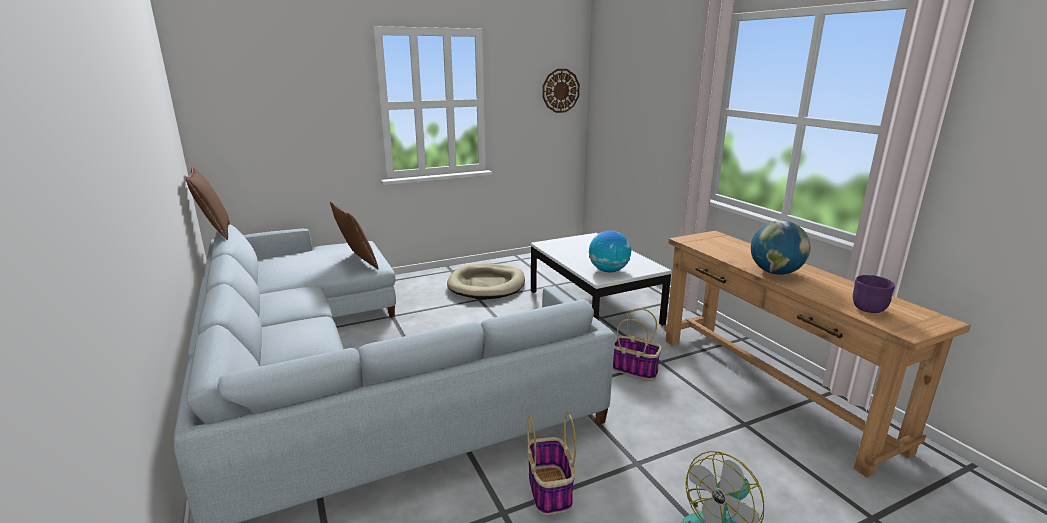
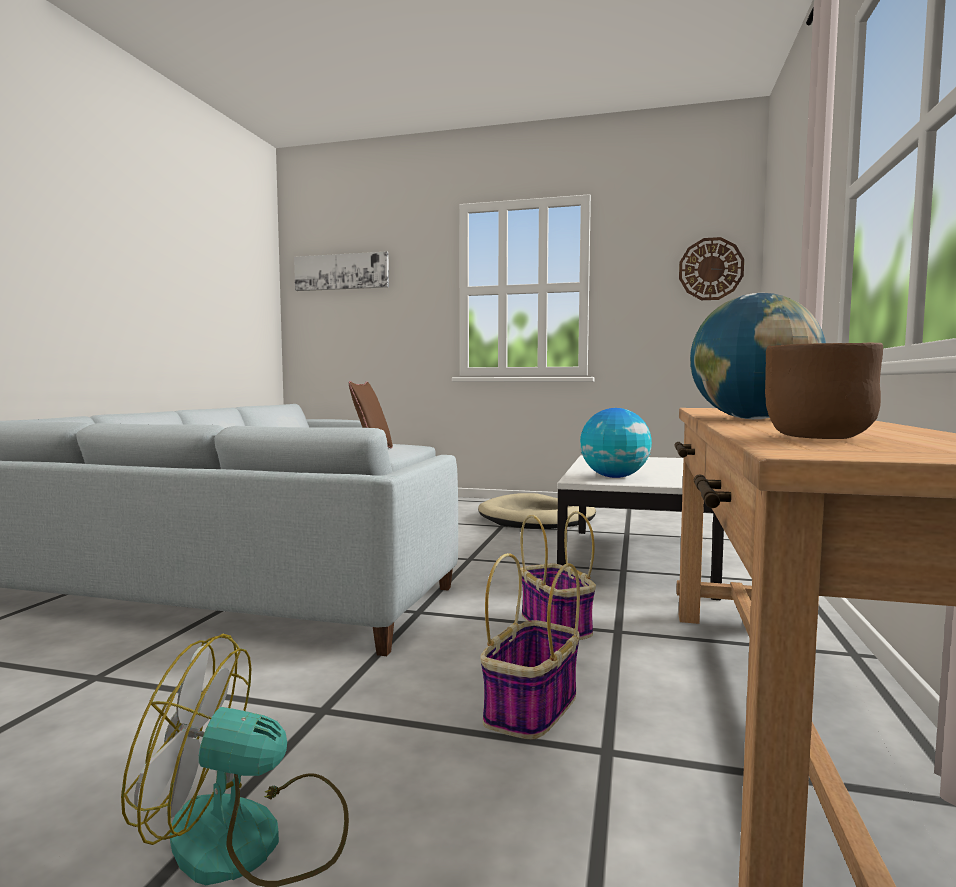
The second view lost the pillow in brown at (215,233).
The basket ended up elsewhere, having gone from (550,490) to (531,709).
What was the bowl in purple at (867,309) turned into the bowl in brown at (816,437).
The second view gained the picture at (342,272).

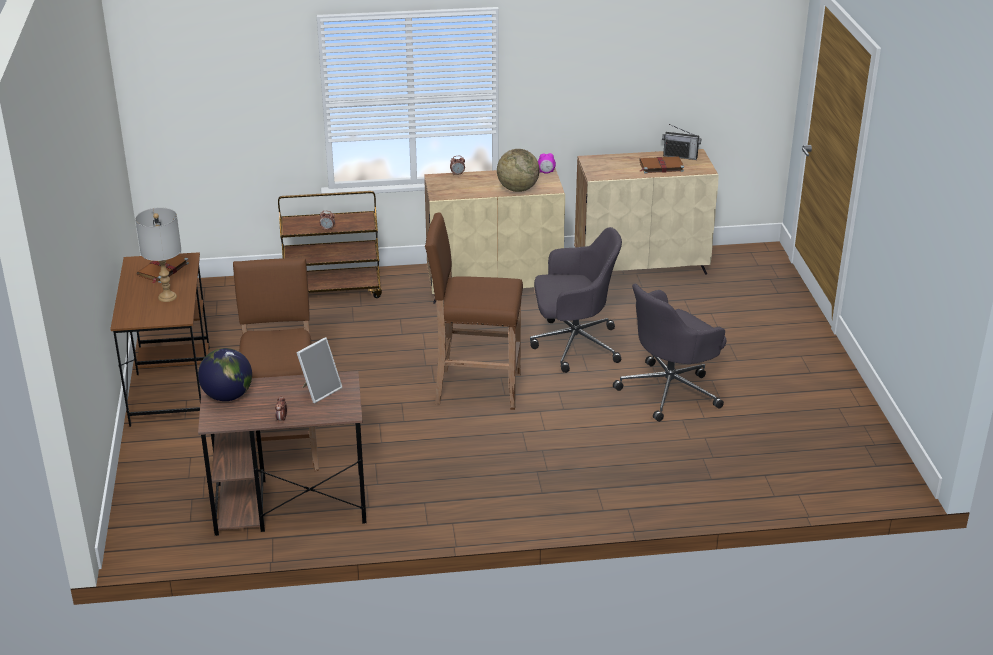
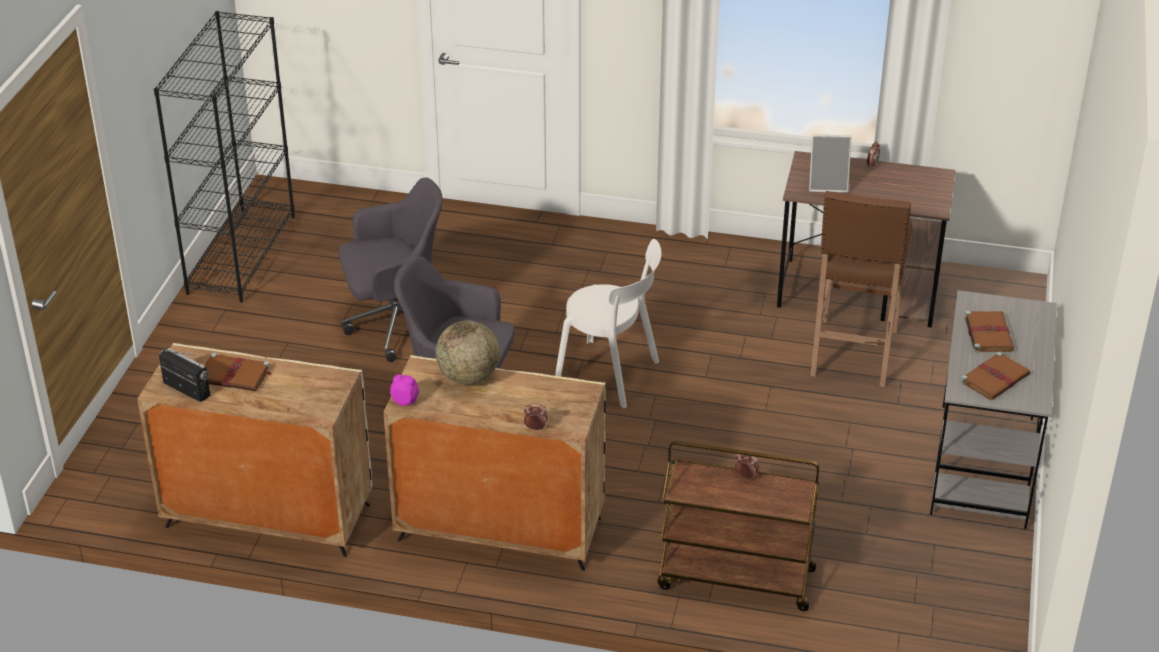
What was the desk in brown at (171,384) turned into the desk in grey at (983,465).
Where the table lamp in grey stood at (167,297), the book in brown came to stand at (988,333).
The second view lost the globe at (228,396).
The picture frame at (320,390) ended up facing another way, 150 degrees counterclockwise from before.
Where the stool in brown stood at (475,388), the chair in white came to stand at (611,375).
The second view gained the bookcase in black at (241,253).

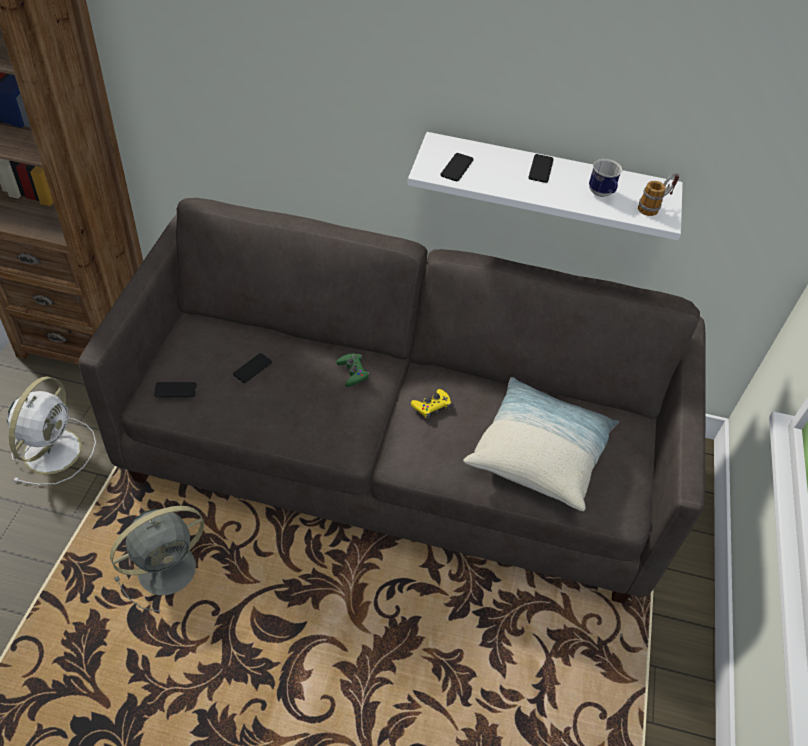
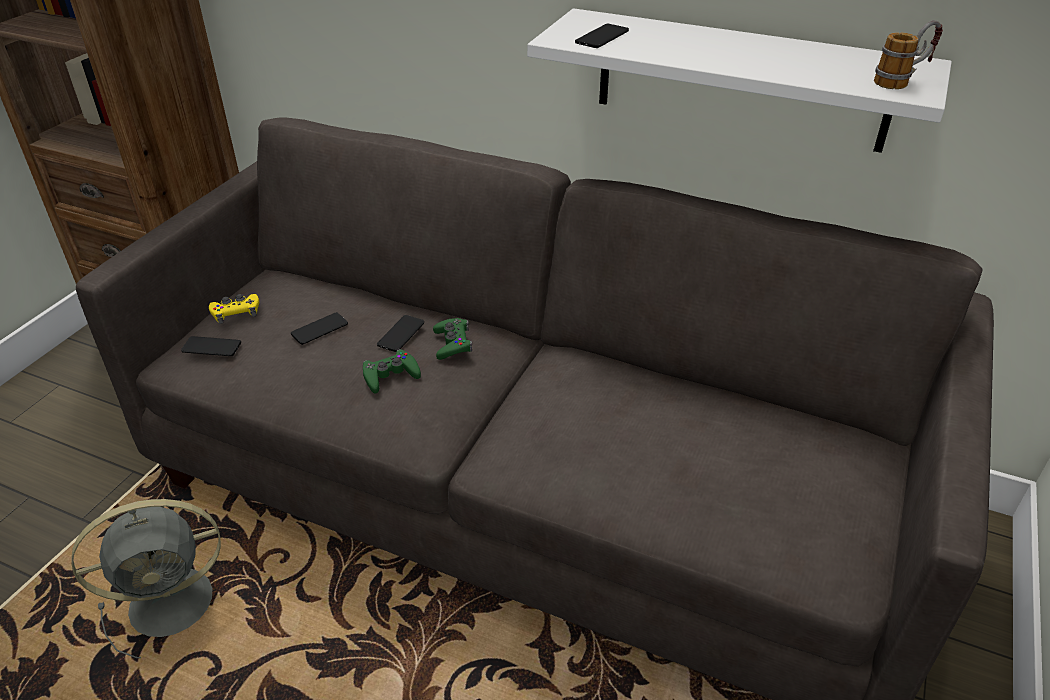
The second view lost the fan in white at (54,449).
The game controller in yellow ended up elsewhere, having gone from (431,406) to (236,312).
The second view lost the pillow at (539,454).
The phone ended up elsewhere, having gone from (540,169) to (401,334).
The second view lost the mug at (602,194).
The second view gained the game controller in green at (390,375).

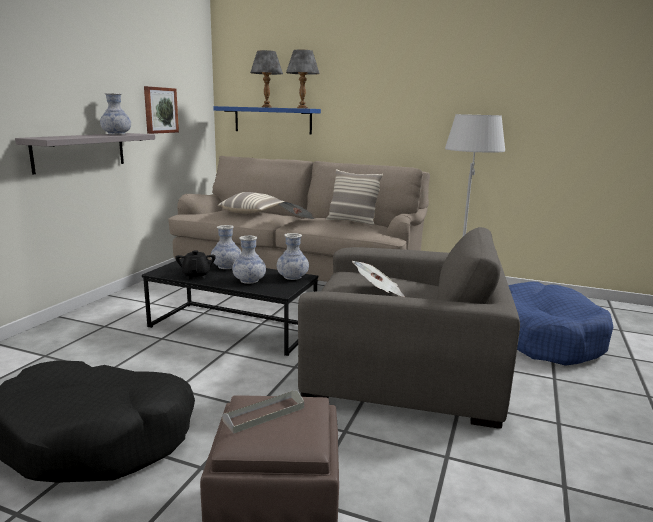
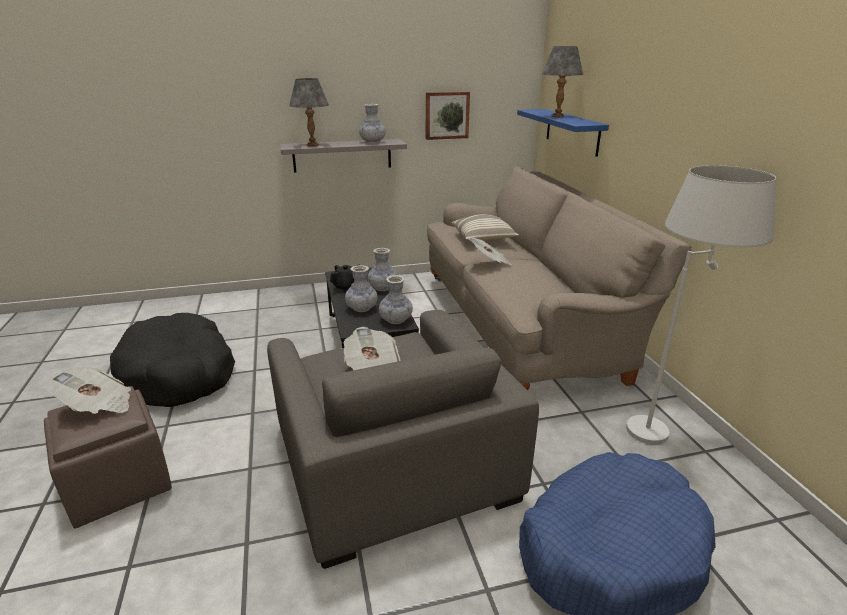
Where the tray in grey stood at (264,414), the newspaper came to stand at (99,406).
The table lamp in grey ended up elsewhere, having gone from (302,108) to (312,145).
The second view lost the pillow at (352,222).

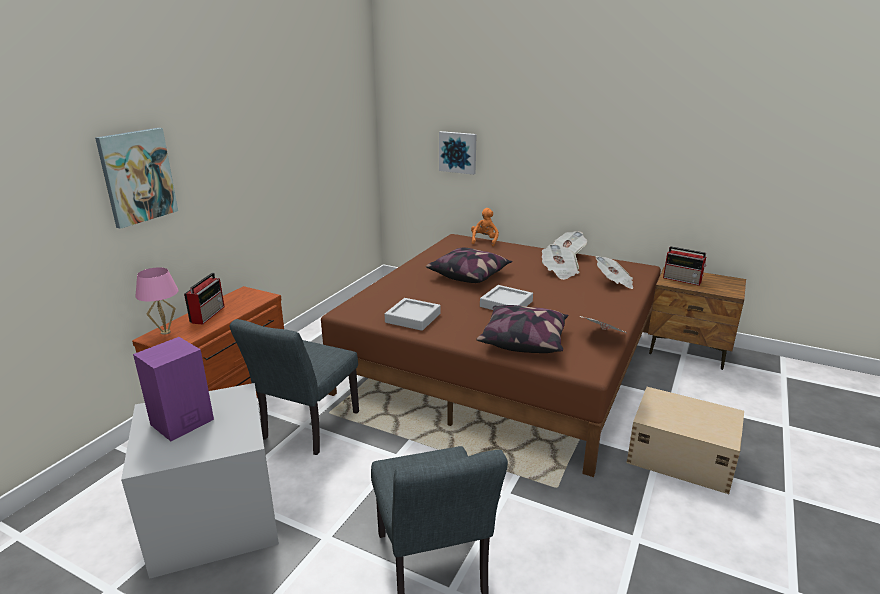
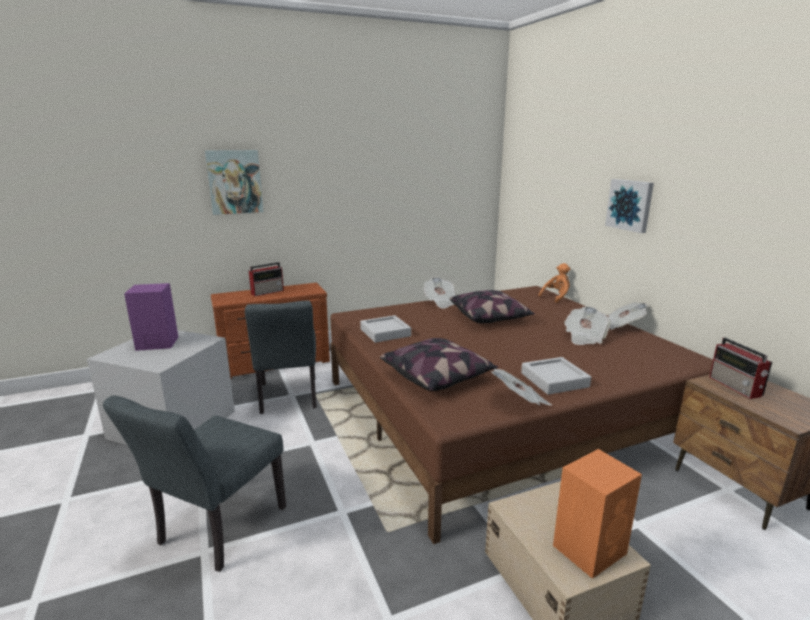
The second view lost the table lamp in pink at (165,332).
The chair in grey at (306,429) ended up facing another way, 75 degrees counterclockwise from before.
The picture ended up elsewhere, having gone from (458,152) to (630,205).
The tray in grey ended up elsewhere, having gone from (506,304) to (554,380).
The newspaper ended up elsewhere, having gone from (614,282) to (440,302).
The second view gained the speaker in orange at (590,549).

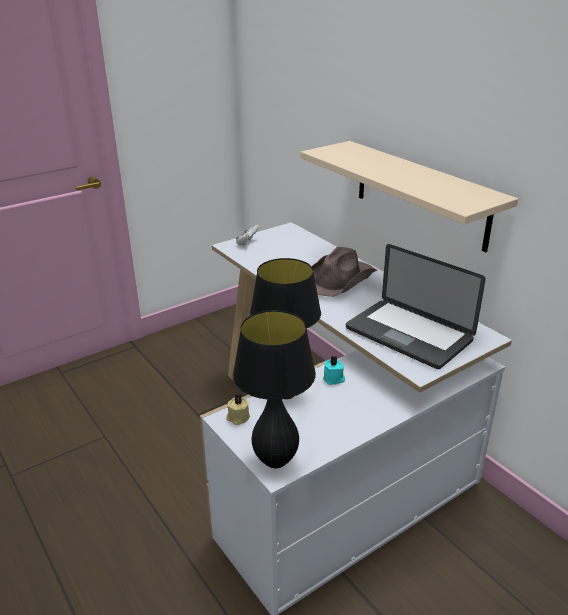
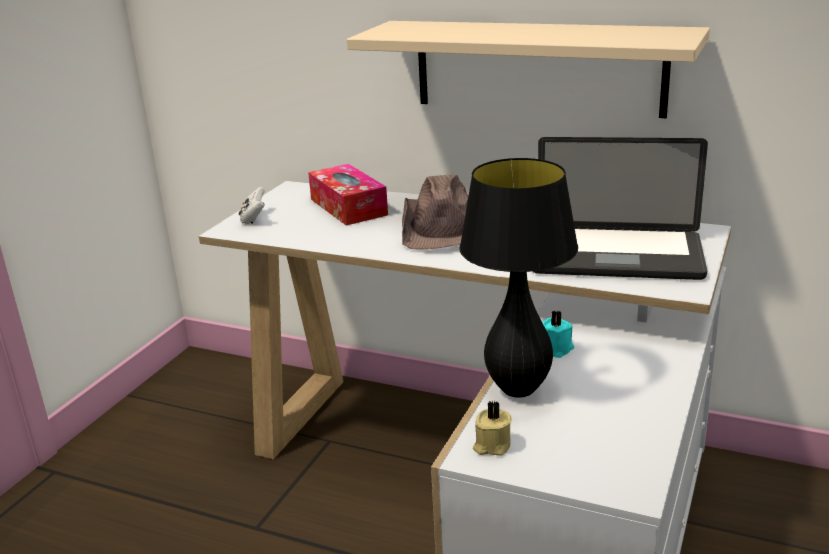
The second view lost the table lamp in black at (275,460).
The second view gained the tissue box at (348,207).

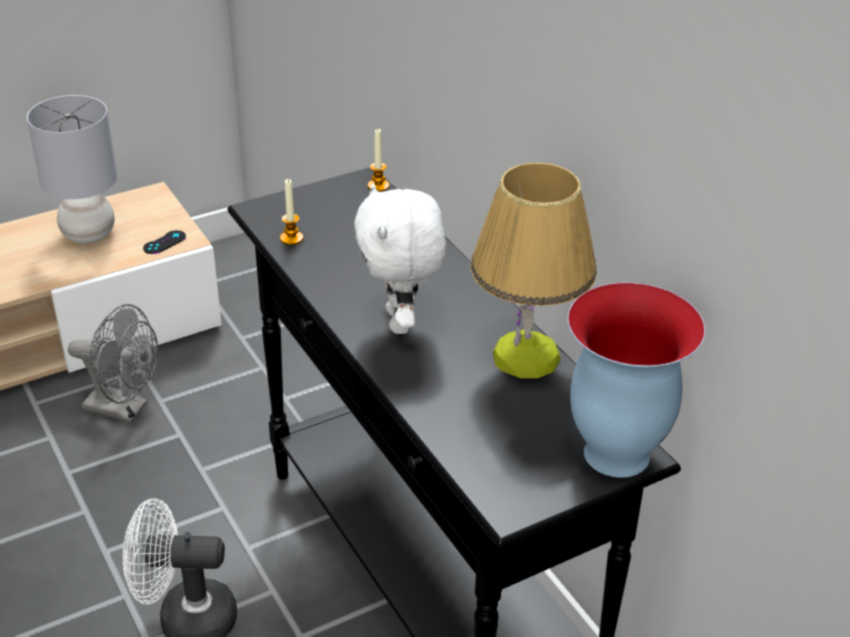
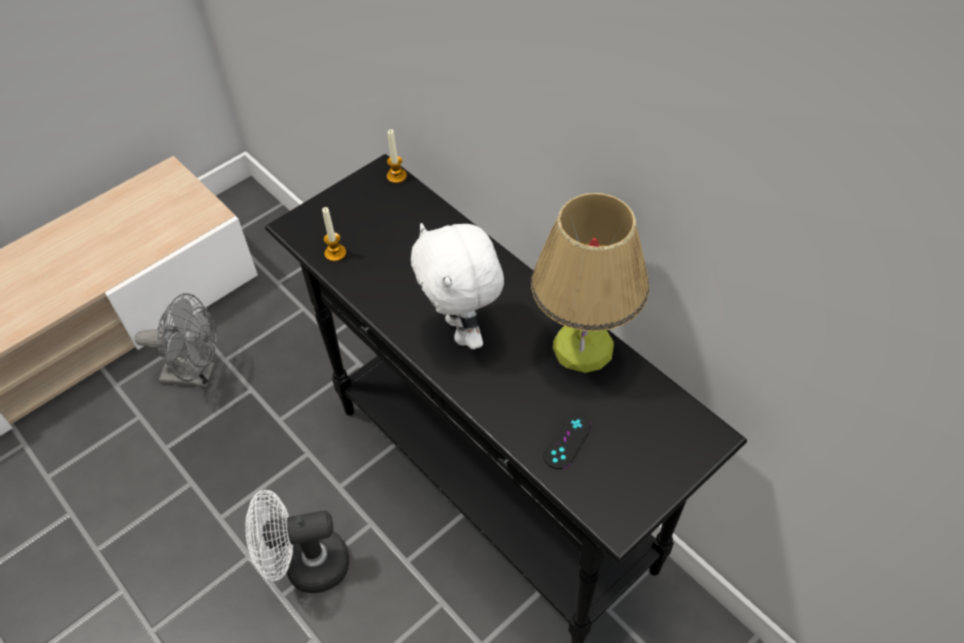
The second view lost the table lamp in grey at (88,235).
The game controller in black ended up elsewhere, having gone from (164,242) to (567,441).
The second view lost the vase at (614,453).

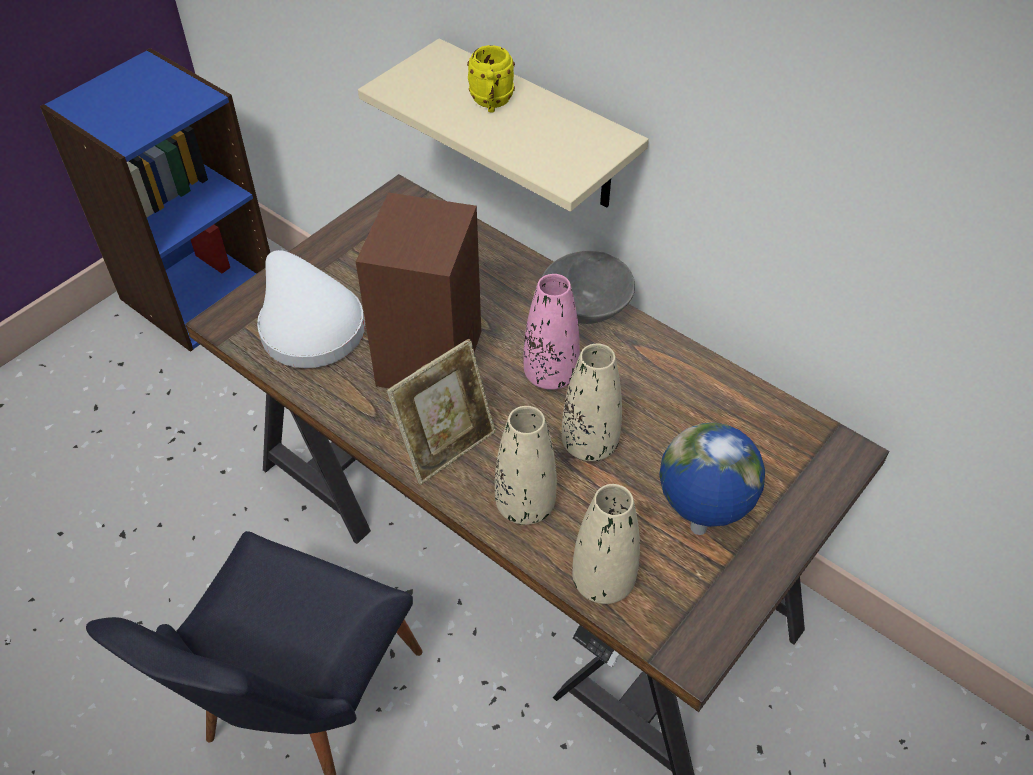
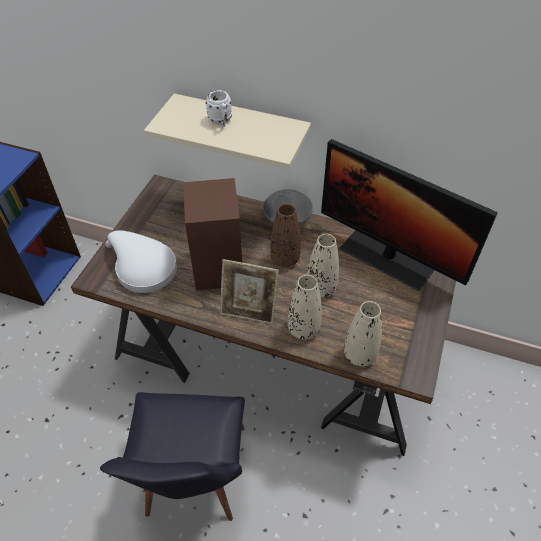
The picture frame at (447,446) ended up facing another way, 75 degrees clockwise from before.
What was the mug in yellow at (491,103) turned into the mug in white at (221,122).
What was the vase in pink at (550,375) turned into the vase in brown at (285,259).
The second view lost the globe at (698,530).
The second view gained the monitor at (387,257).

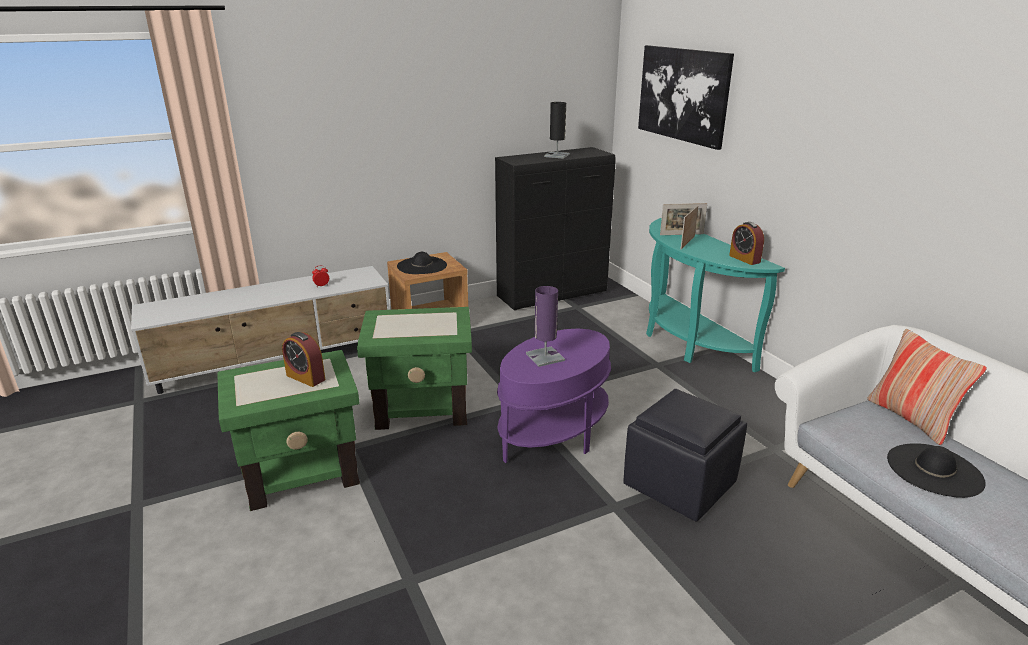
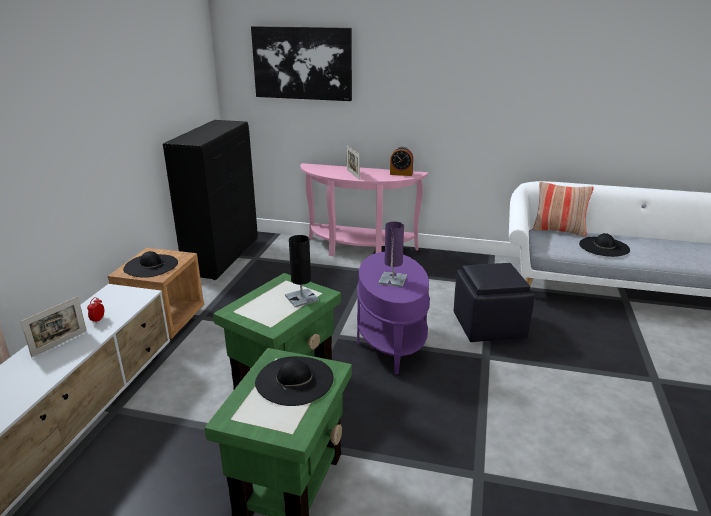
Where the alarm clock stood at (305,377), the hat in black came to stand at (294,380).
The table lamp in black ended up elsewhere, having gone from (557,155) to (301,298).
What was the console table in turquoise at (687,342) turned into the console table in pink at (359,249).
The picture frame ended up elsewhere, having gone from (681,234) to (60,343).

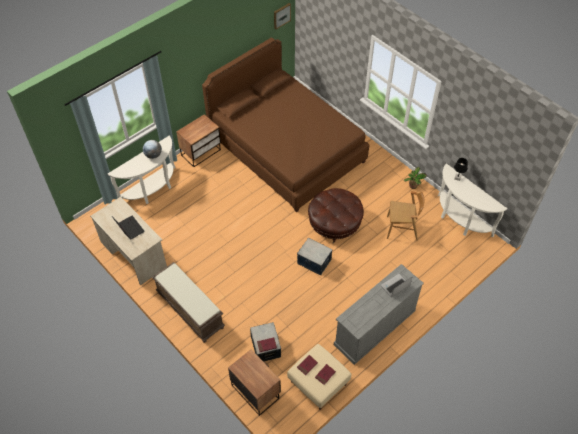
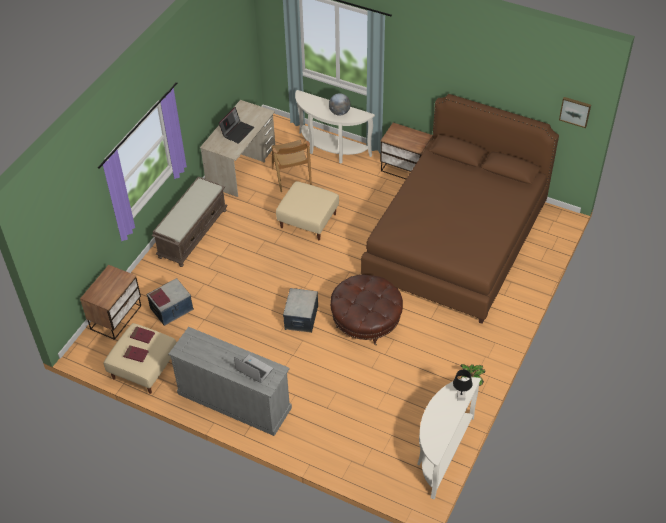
The chair in brown ended up elsewhere, having gone from (402,228) to (291,177).
The second view gained the ottoman in beige at (308,220).

